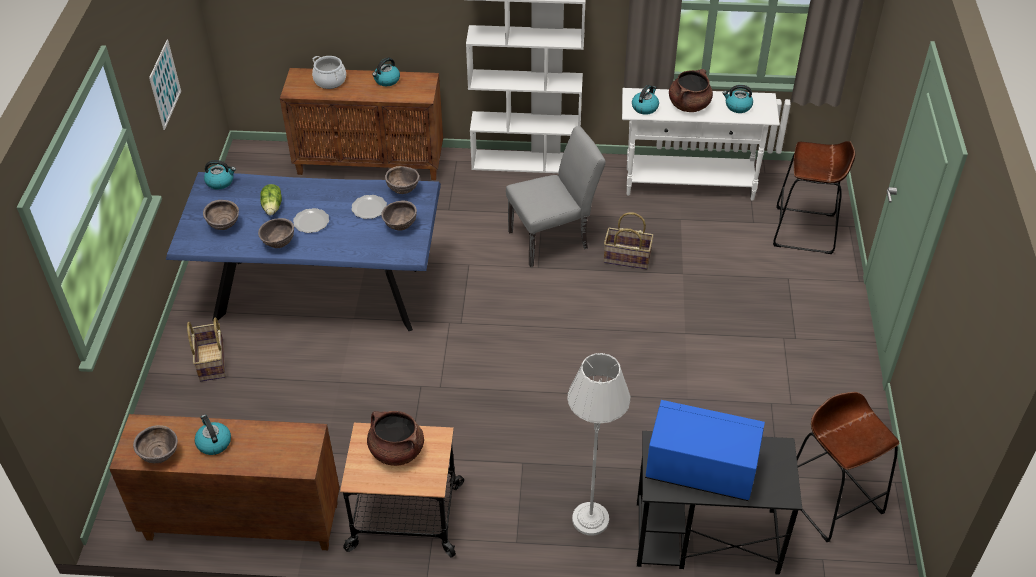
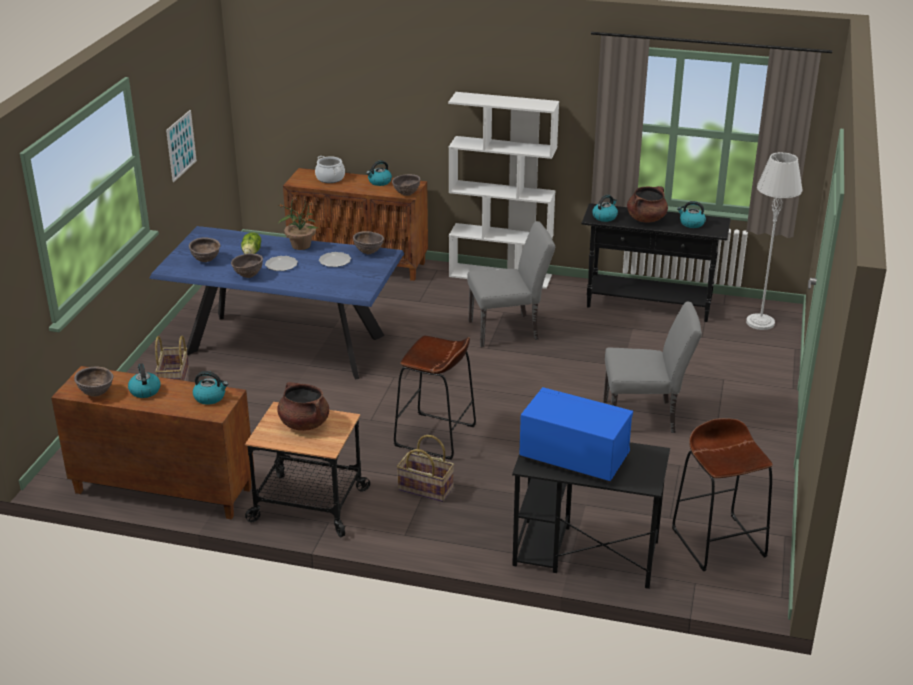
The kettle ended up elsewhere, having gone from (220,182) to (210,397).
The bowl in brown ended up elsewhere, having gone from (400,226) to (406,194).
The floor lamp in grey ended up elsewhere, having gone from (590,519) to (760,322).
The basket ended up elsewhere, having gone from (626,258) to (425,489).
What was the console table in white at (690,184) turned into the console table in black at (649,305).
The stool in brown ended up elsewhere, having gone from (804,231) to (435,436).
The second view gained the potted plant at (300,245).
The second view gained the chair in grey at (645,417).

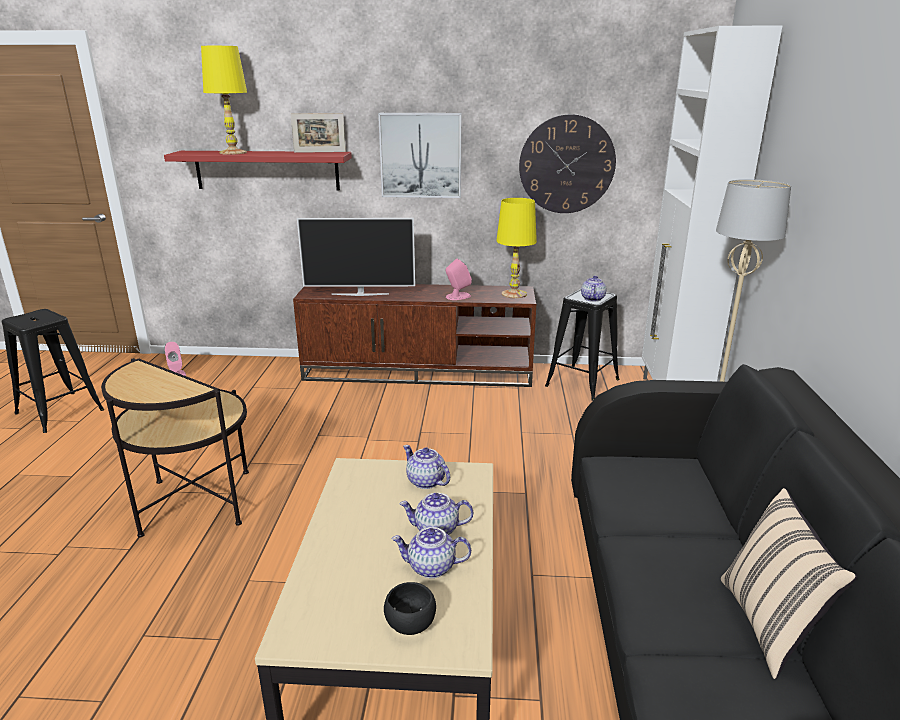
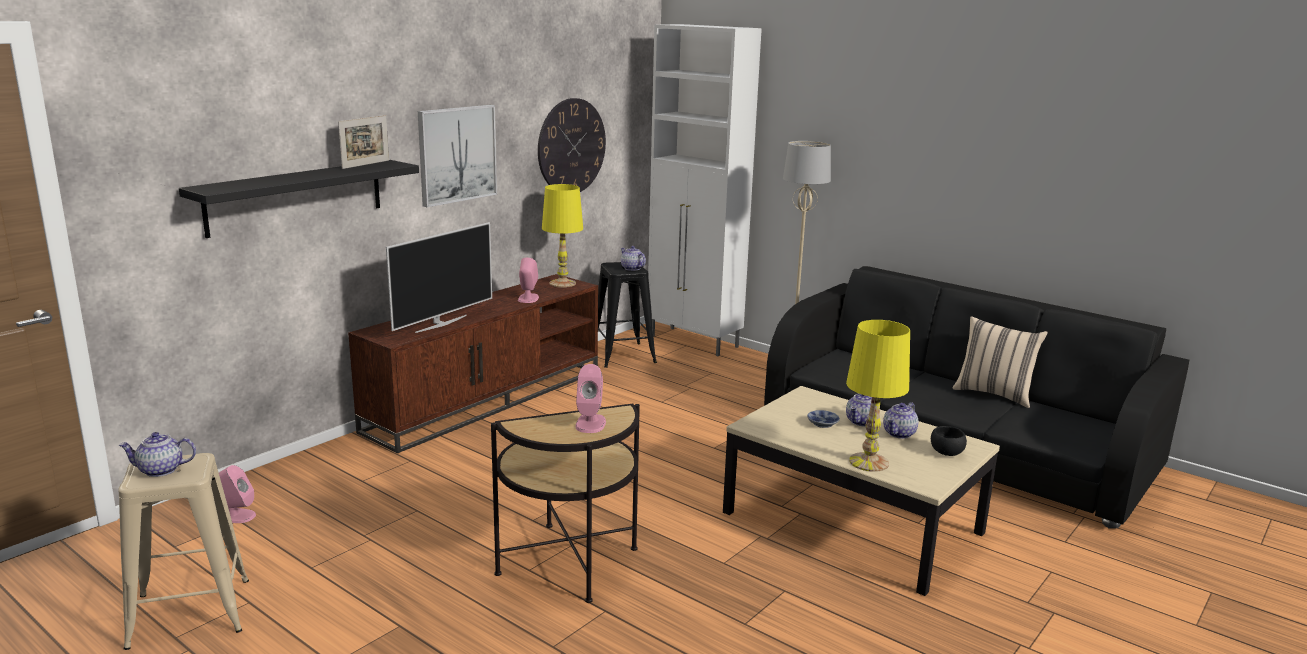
What was the stool in black at (59,412) turned into the stool in beige at (189,613).
What was the shelf in red at (267,170) turned into the shelf in black at (296,197).
The table lamp in yellow ended up elsewhere, having gone from (233,152) to (868,462).
The teapot ended up elsewhere, having gone from (425,481) to (160,470).
The second view gained the speaker in pink at (590,423).
The second view gained the bowl at (822,424).

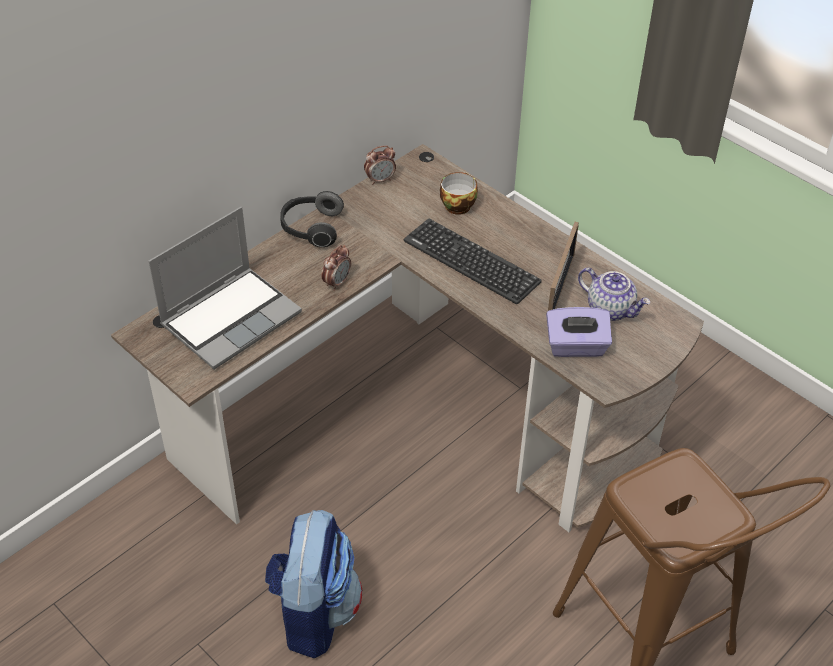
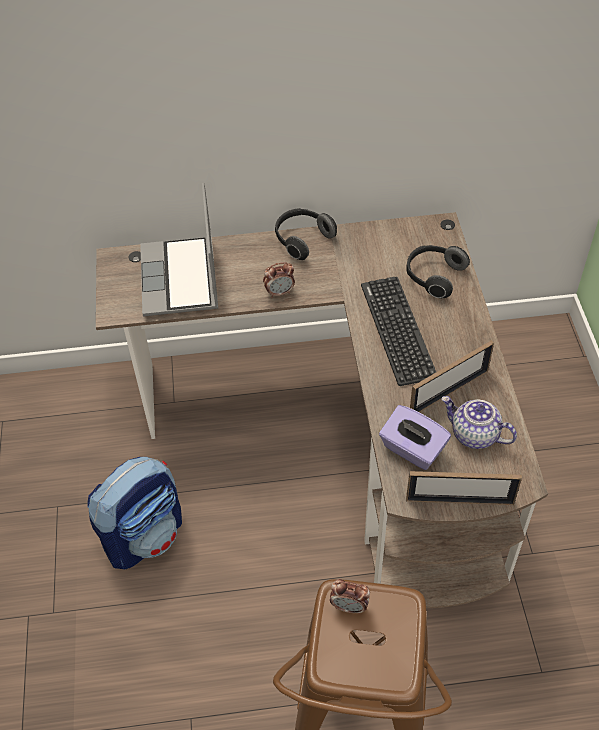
The laptop at (231,318) ended up facing another way, 90 degrees clockwise from before.
The alarm clock ended up elsewhere, having gone from (380,180) to (349,606).
Where the cup stood at (457,204), the headphones came to stand at (433,277).
The teapot at (611,309) ended up facing another way, 135 degrees clockwise from before.
The second view gained the picture frame at (459,501).

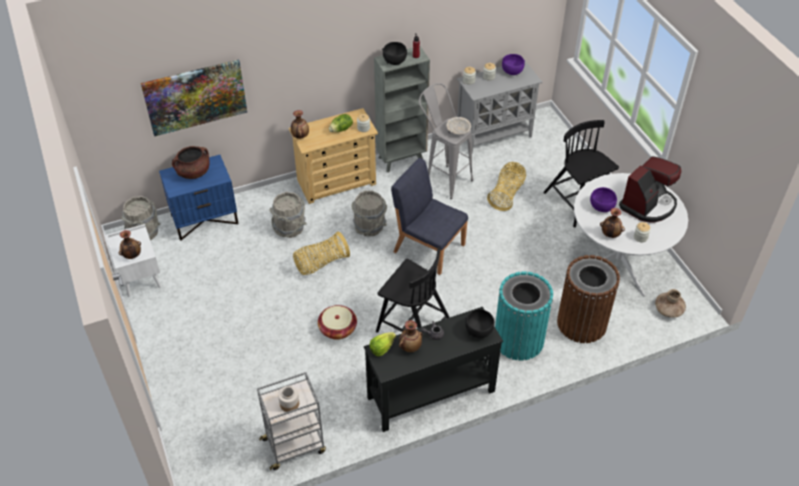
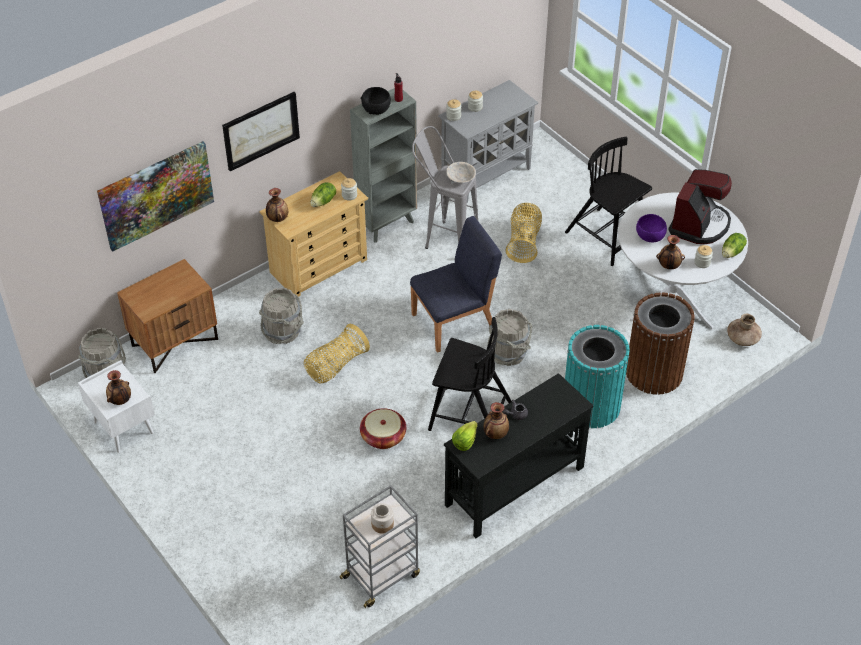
What was the nightstand in blue at (205,219) turned into the nightstand in brown at (175,341).
The second view lost the cooking pot in brown at (193,172).
The bucket in grey ended up elsewhere, having gone from (369,227) to (508,353).
The chair in blue at (428,247) ended up facing another way, 135 degrees clockwise from before.
The second view lost the bowl in black at (479,330).
The second view lost the bowl in purple at (512,71).
The second view gained the picture at (261,130).
The second view gained the lettuce at (732,252).

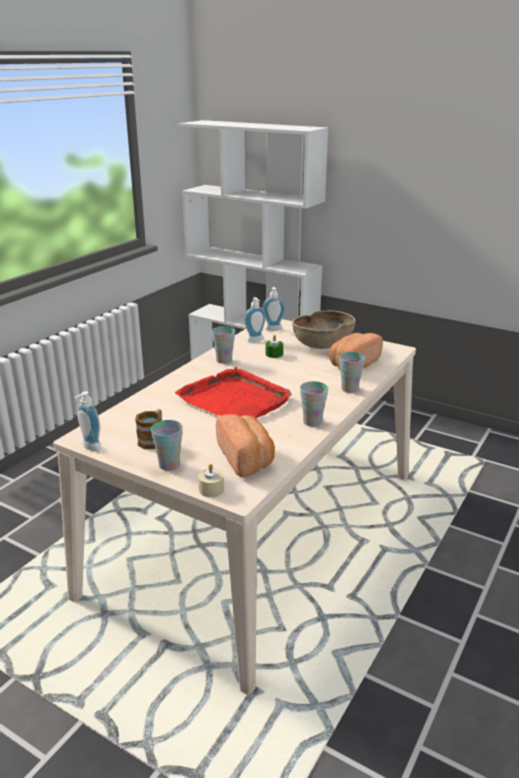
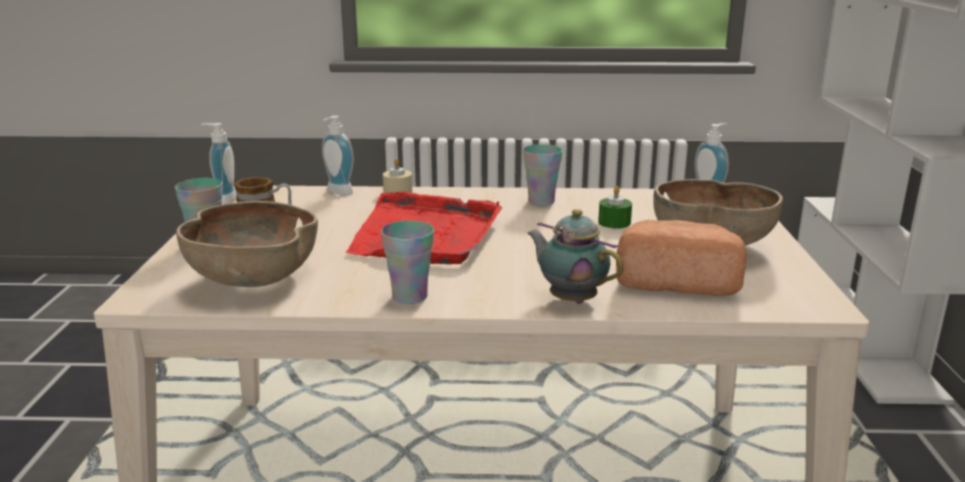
The candle in beige ended up elsewhere, having gone from (211,489) to (398,192).
Where the bread stood at (246,458), the bowl in brown came to stand at (253,279).
The soap dispenser ended up elsewhere, having gone from (256,341) to (337,192).
Where the cup stood at (349,389), the teapot came to stand at (570,299).

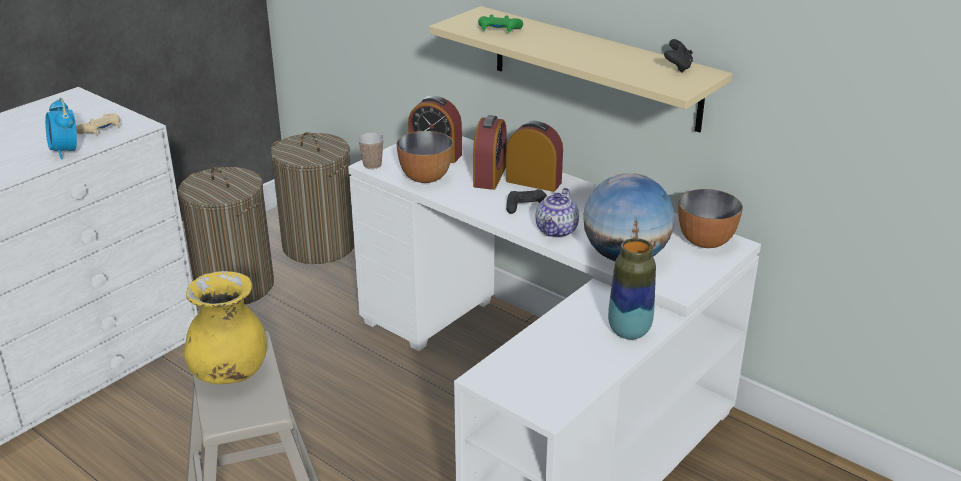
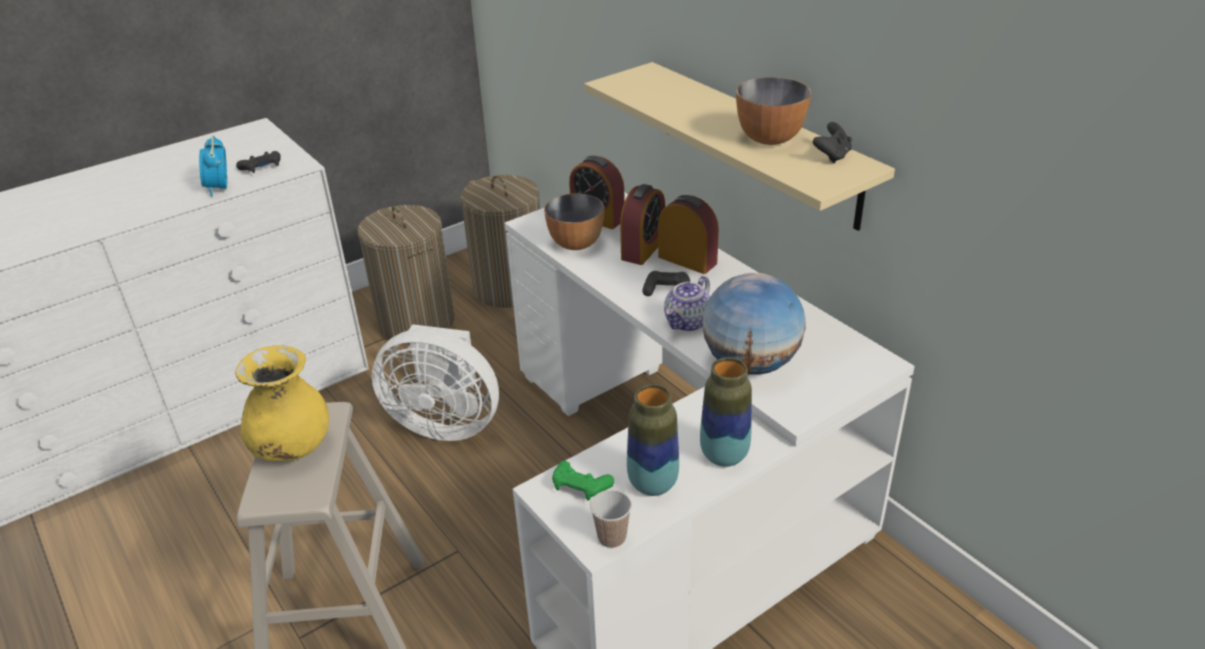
What was the game controller in beige at (101,130) turned into the game controller in black at (262,168).
The cup ended up elsewhere, having gone from (372,165) to (612,537).
The game controller in green ended up elsewhere, having gone from (499,30) to (580,486).
The bowl ended up elsewhere, having gone from (705,242) to (769,139).
The second view gained the fan in white at (445,422).
The second view gained the vase at (652,484).

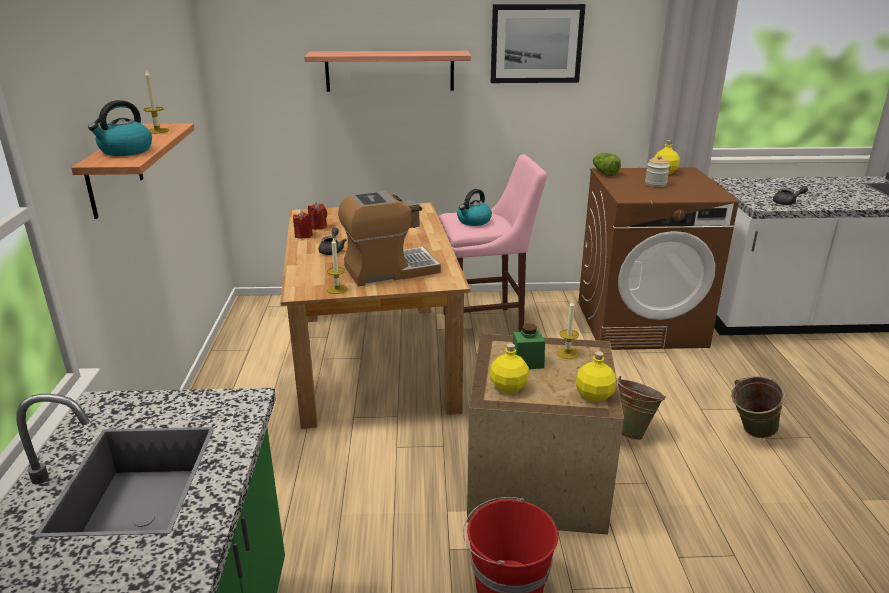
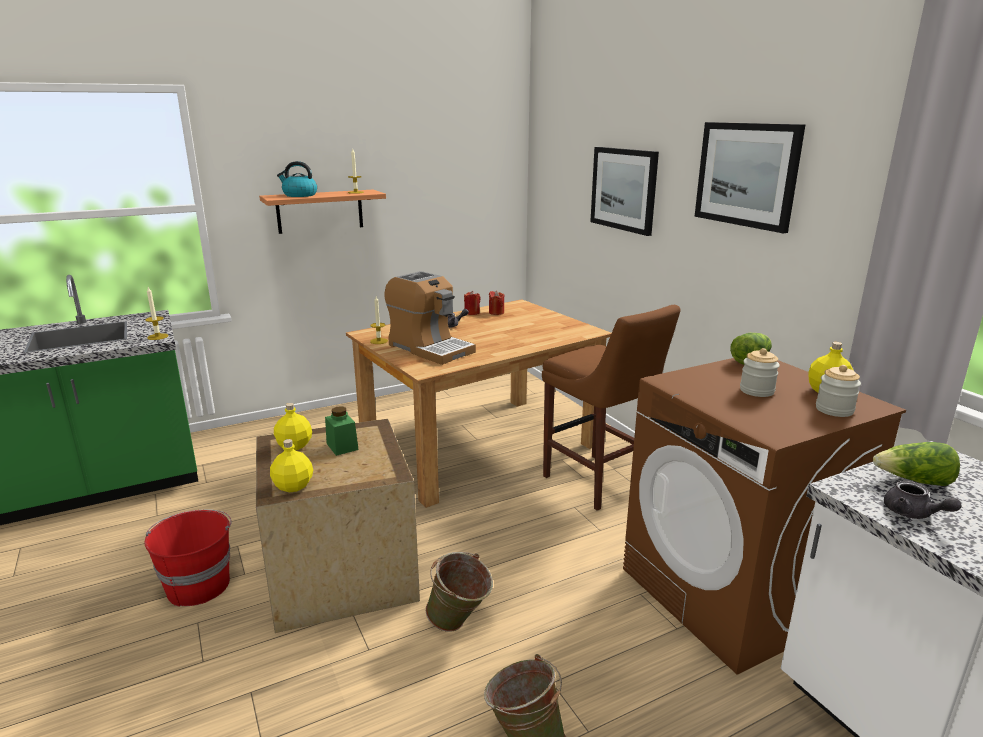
Where the shelf hung at (389,71), the picture came to hang at (624,189).
What was the stool in pink at (487,325) turned into the stool in brown at (599,483).
The second view lost the kettle at (473,221).
The candle ended up elsewhere, having gone from (567,353) to (158,336).
The second view gained the jar at (834,410).
The second view gained the lettuce at (913,481).

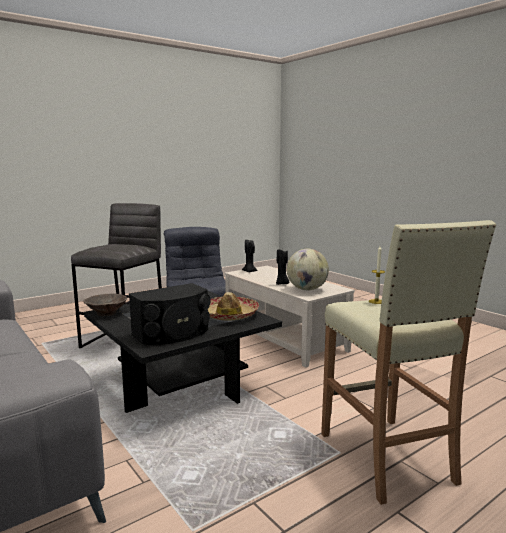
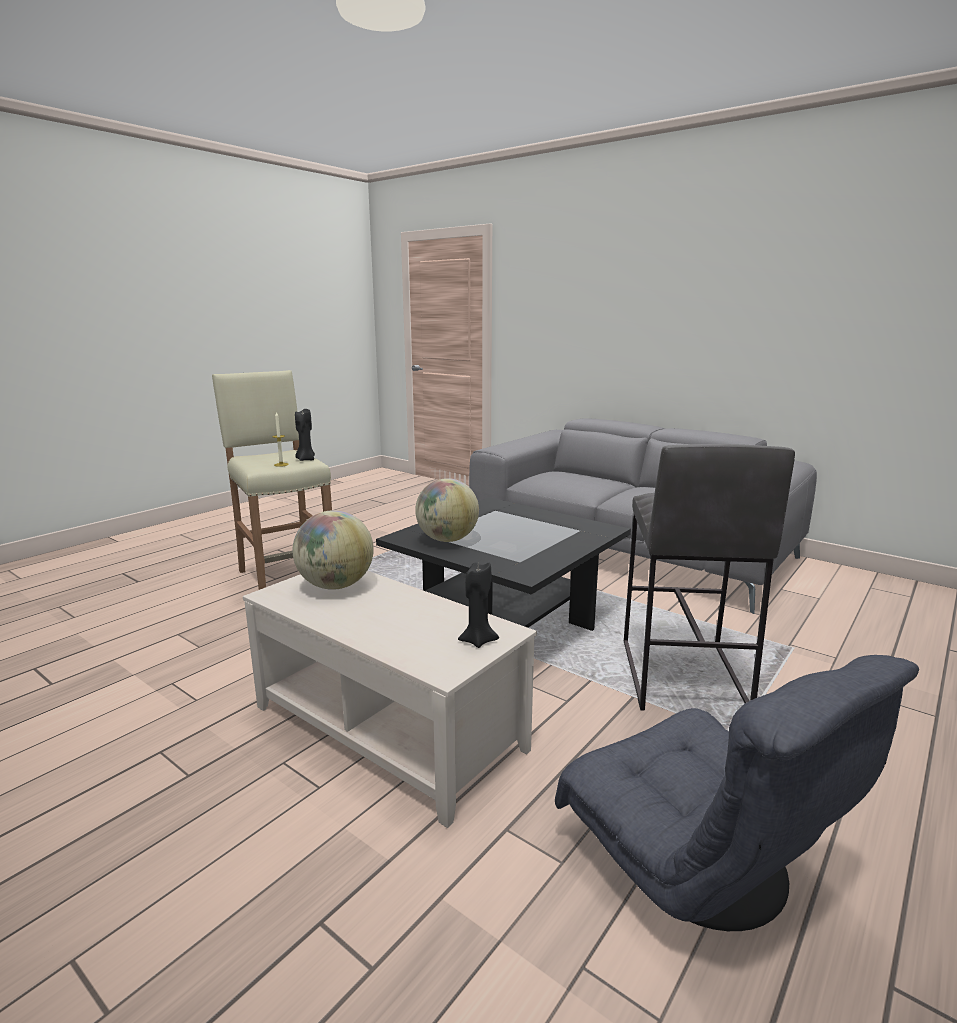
The second view lost the bowl in brown at (106,313).
The second view lost the speaker in black at (173,334).
Where the hat stood at (228,315), the globe came to stand at (447,539).
The candle in black ended up elsewhere, having gone from (282,284) to (305,459).

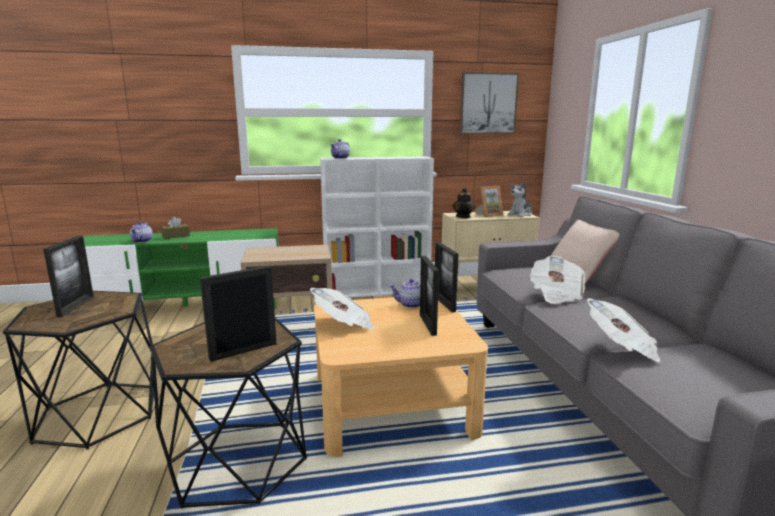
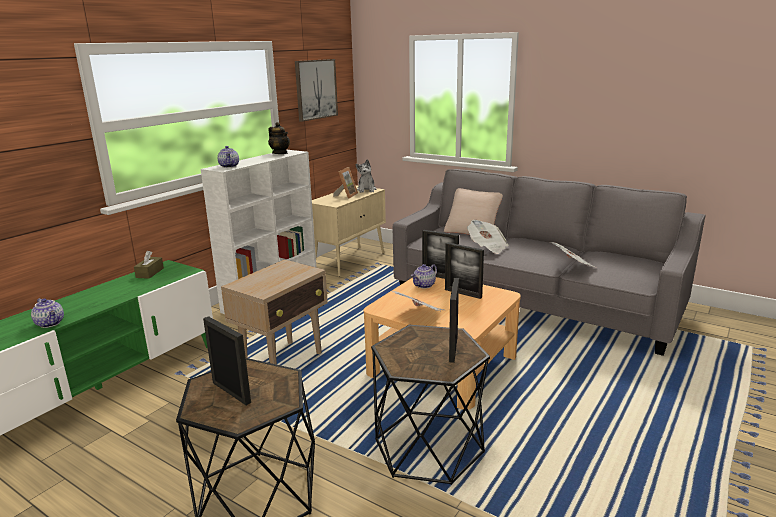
The tissue box in brown ended up elsewhere, having gone from (176,236) to (150,273).
The teapot ended up elsewhere, having gone from (463,217) to (280,153).

